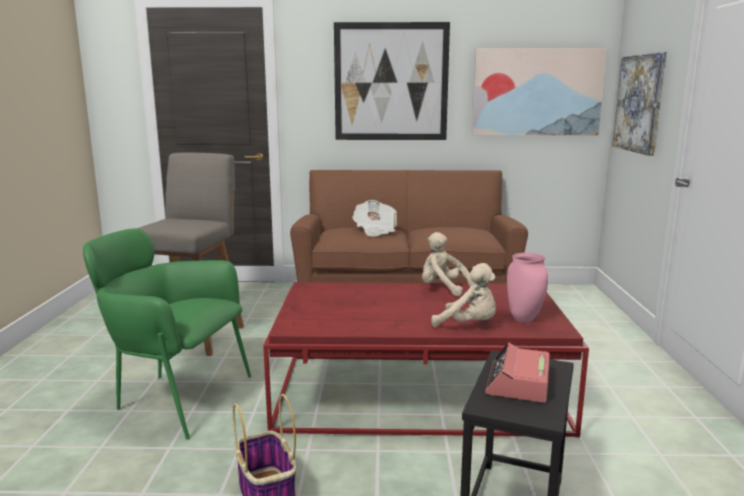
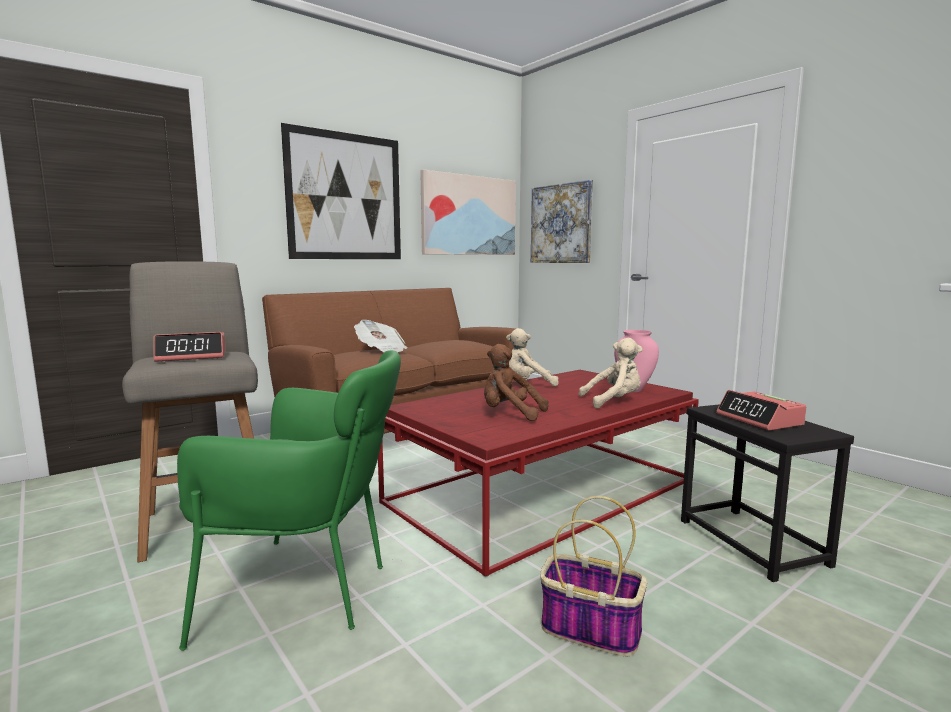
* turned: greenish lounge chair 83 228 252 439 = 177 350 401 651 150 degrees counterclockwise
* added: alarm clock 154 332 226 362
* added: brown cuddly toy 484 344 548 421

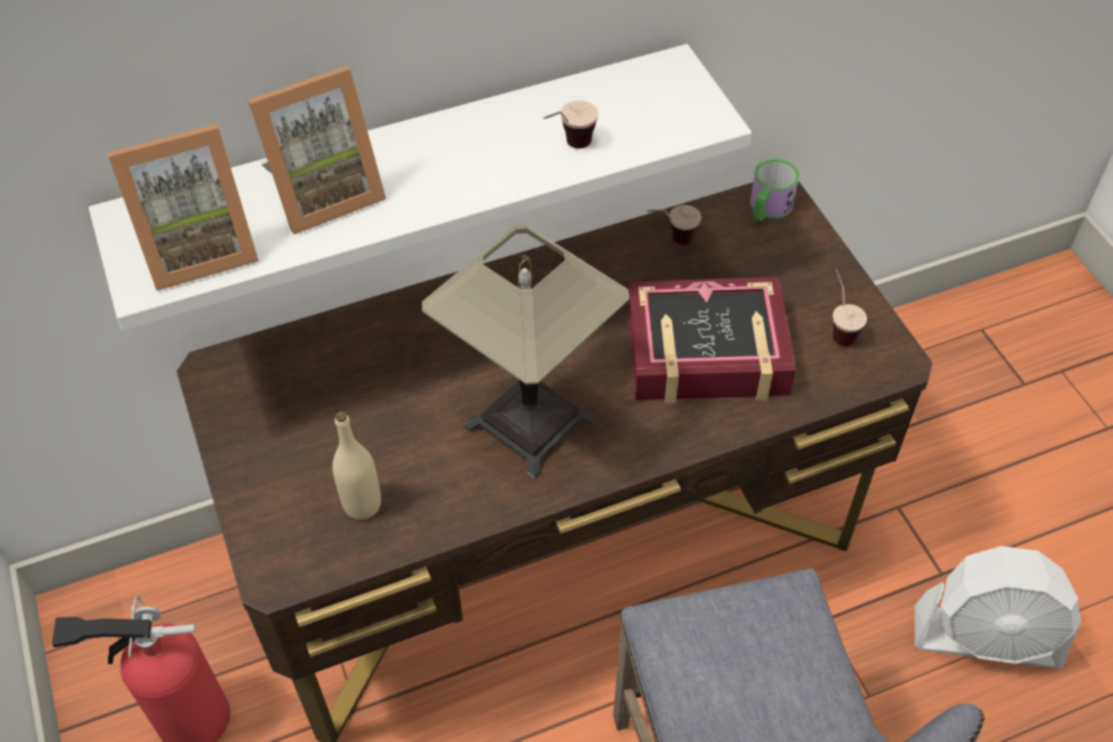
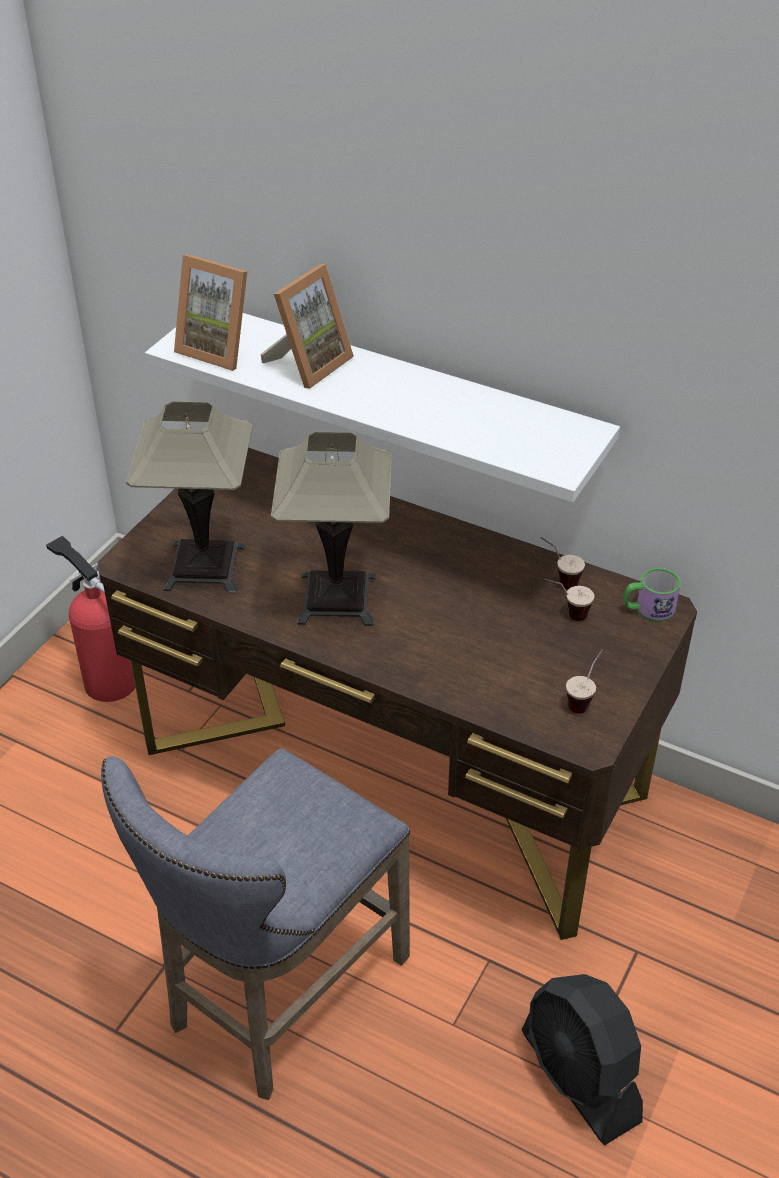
* turned: photo frame 248 66 386 234 = 261 264 354 388 75 degrees counterclockwise
* replaced: beige bottle 332 411 381 520 to table lamp 126 401 253 593
* moved: small cup 543 100 598 149 to 544 579 594 621
* removed: book 627 277 796 403
* recoloured: whitish fan 914 546 1081 669 to black fan 522 974 643 1145

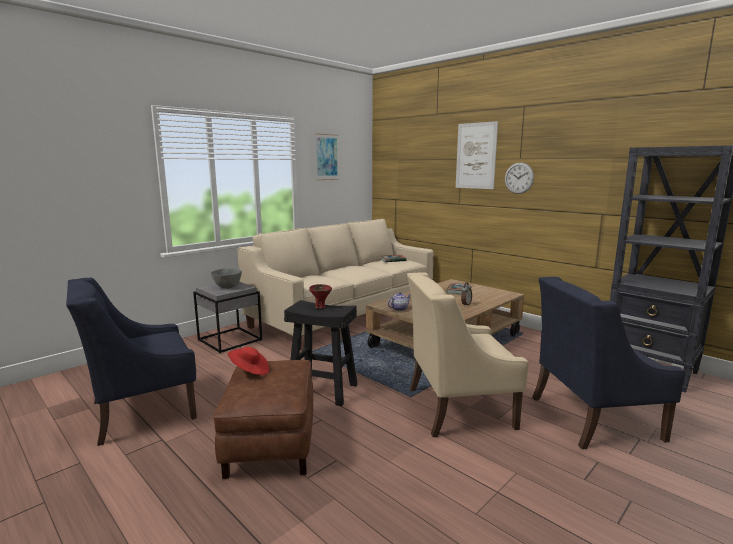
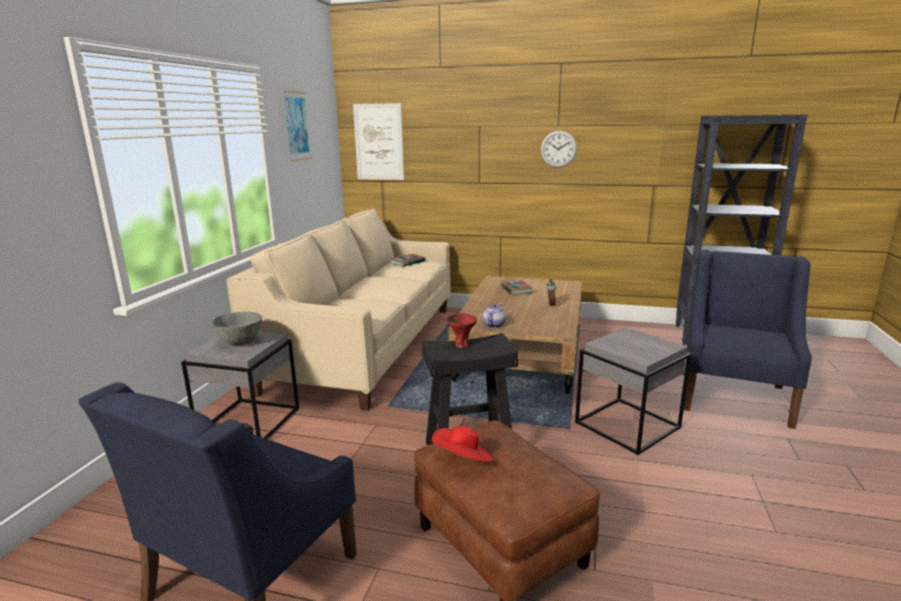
* replaced: beige lounge chair 407 272 529 437 to greyish side table 575 327 691 455
* moved: wall picture 456 121 498 189 to 353 103 404 180
* turned: blue-coloured lounge chair 532 277 685 449 = 684 250 812 429 150 degrees clockwise

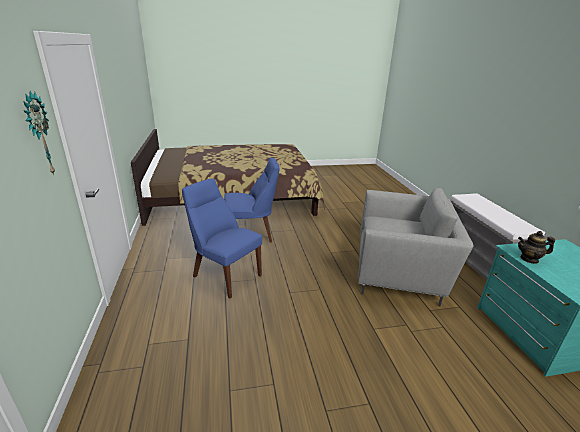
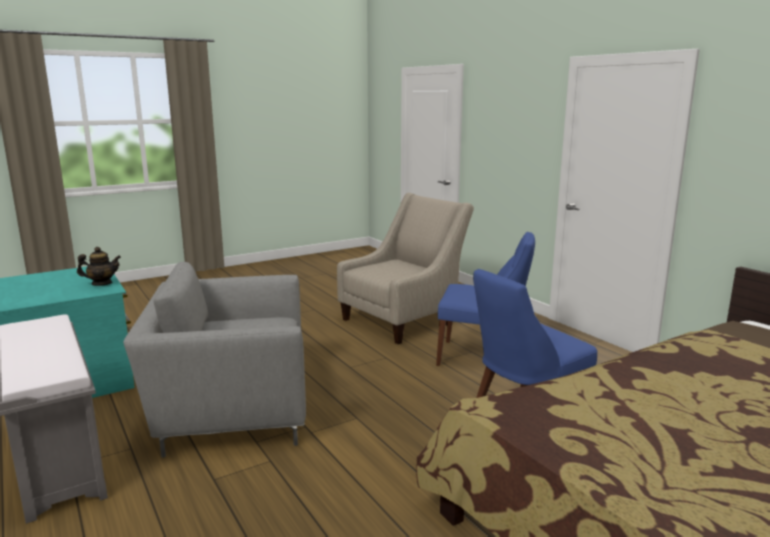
* removed: clock on the wall 23 91 55 175
* added: beige lounge chair 337 193 474 344

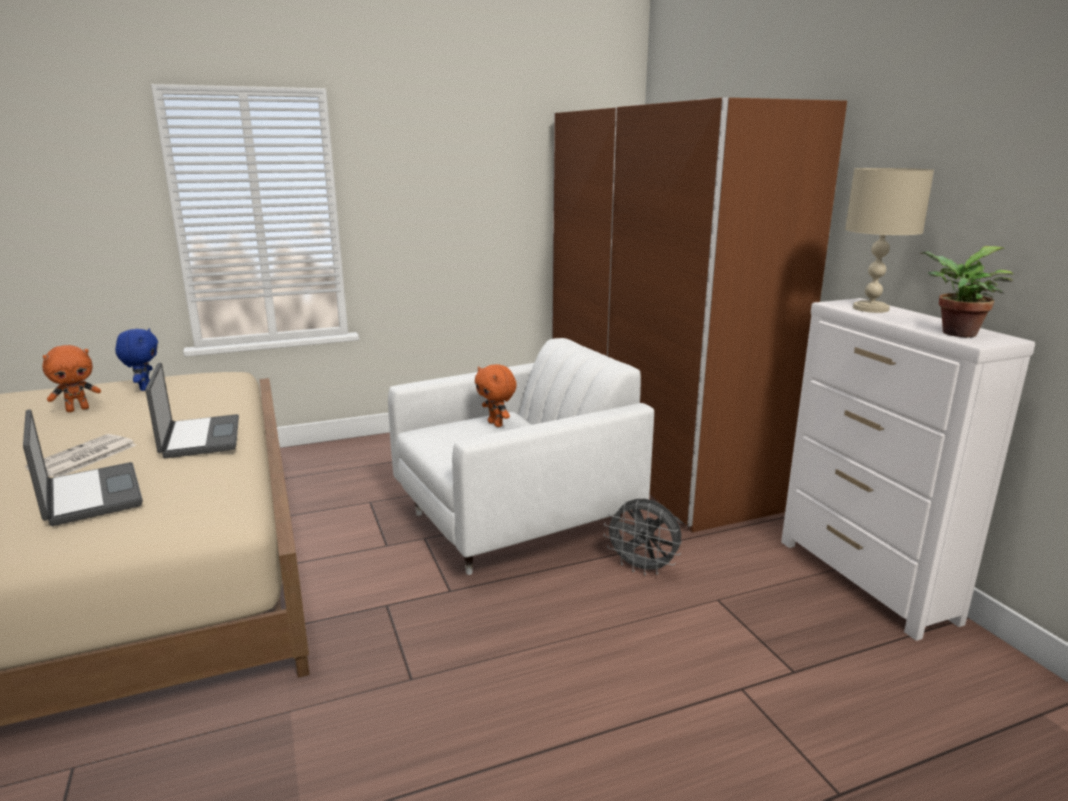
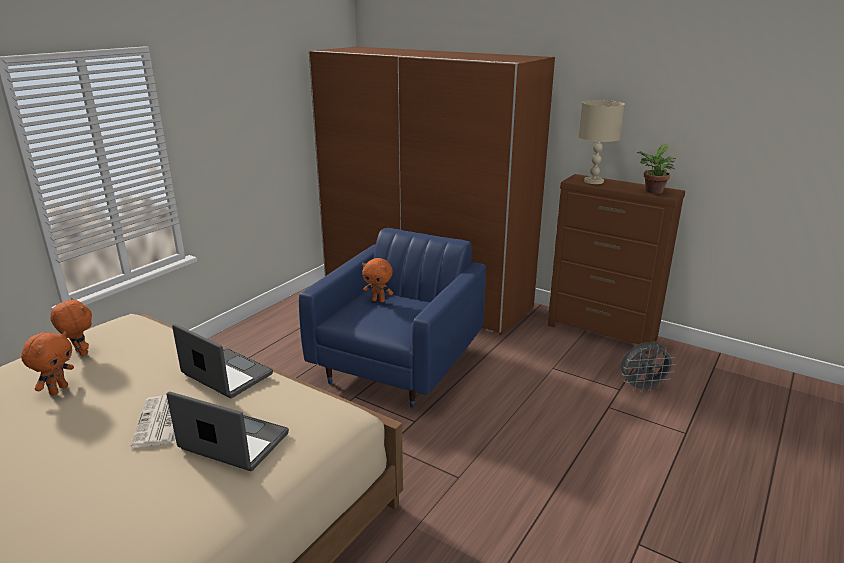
* recoloured: blue-coloured cuddly toy 115 329 158 391 to orangey cuddly toy 50 298 92 356
* recoloured: whitish lounge chair 388 338 654 575 to blue-coloured lounge chair 299 228 486 408
* moved: greyish fan 603 499 682 575 to 621 342 676 393
* recoloured: whitish chest of drawers 781 298 1035 641 to brown chest of drawers 548 174 685 354

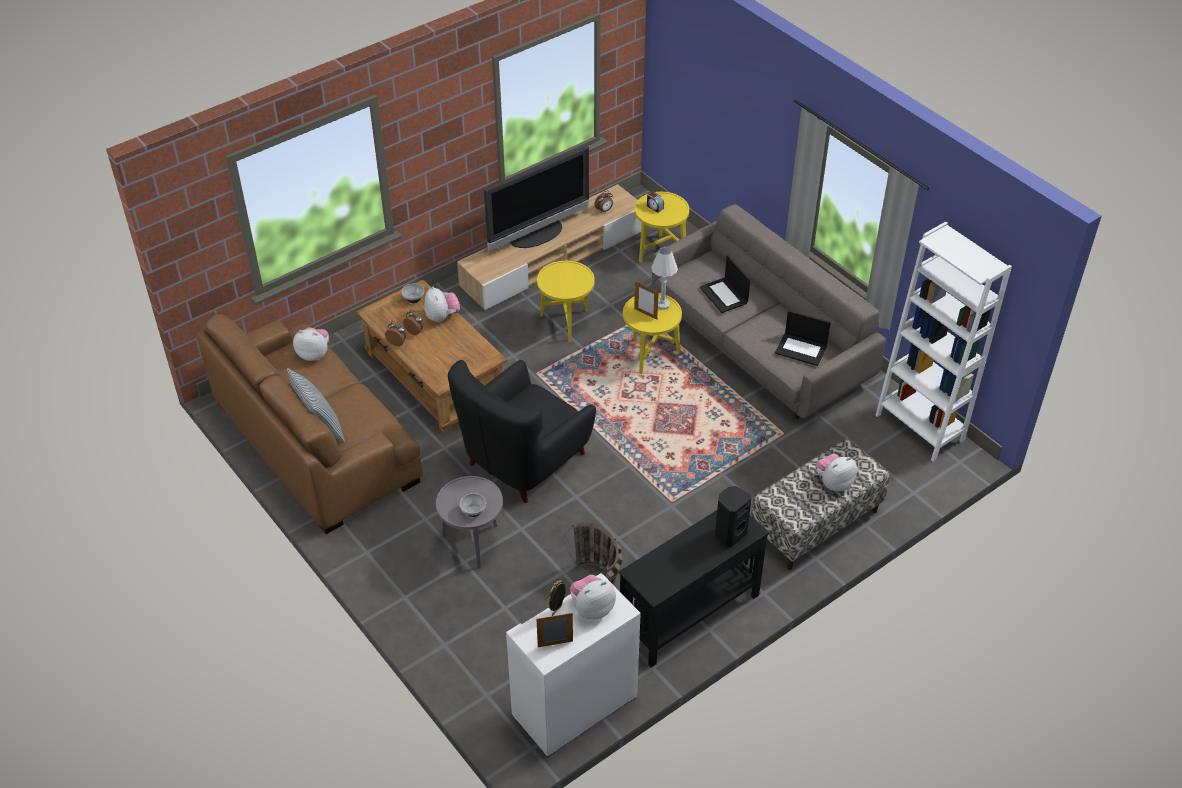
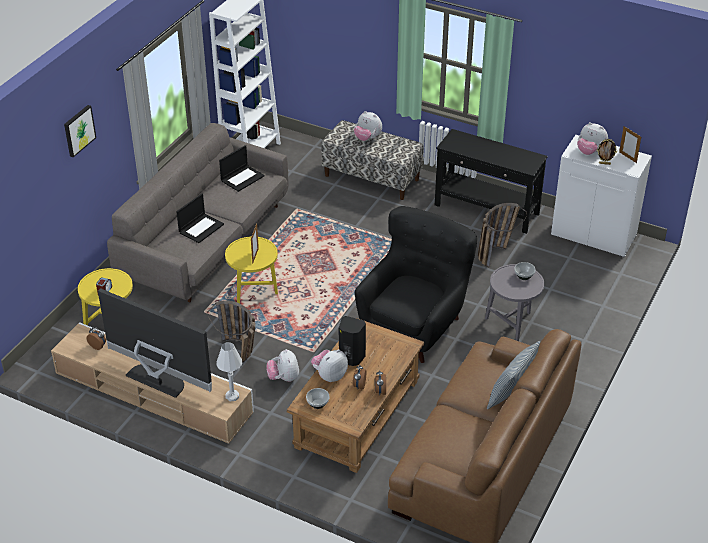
* moved: cuddly toy 293 327 329 361 to 266 349 299 382
* turned: black lounge chair 448 360 596 503 = 355 206 477 363 75 degrees counterclockwise
* replaced: yellow side table 537 261 595 342 to storage basket 207 300 256 363
* moved: whitish table lamp 651 247 678 310 to 216 342 242 401
* moved: black audio speaker 715 486 751 547 to 339 316 366 366
* turned: notebook computer 775 310 831 366 = 219 145 264 192 45 degrees clockwise
* added: wall picture 64 105 96 157

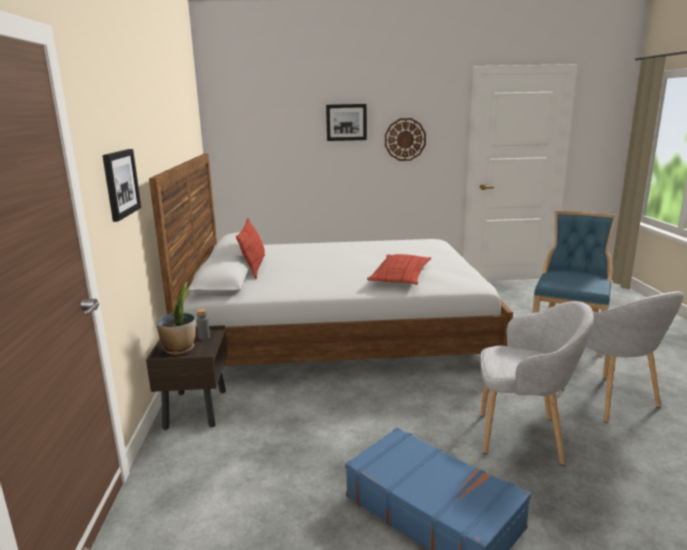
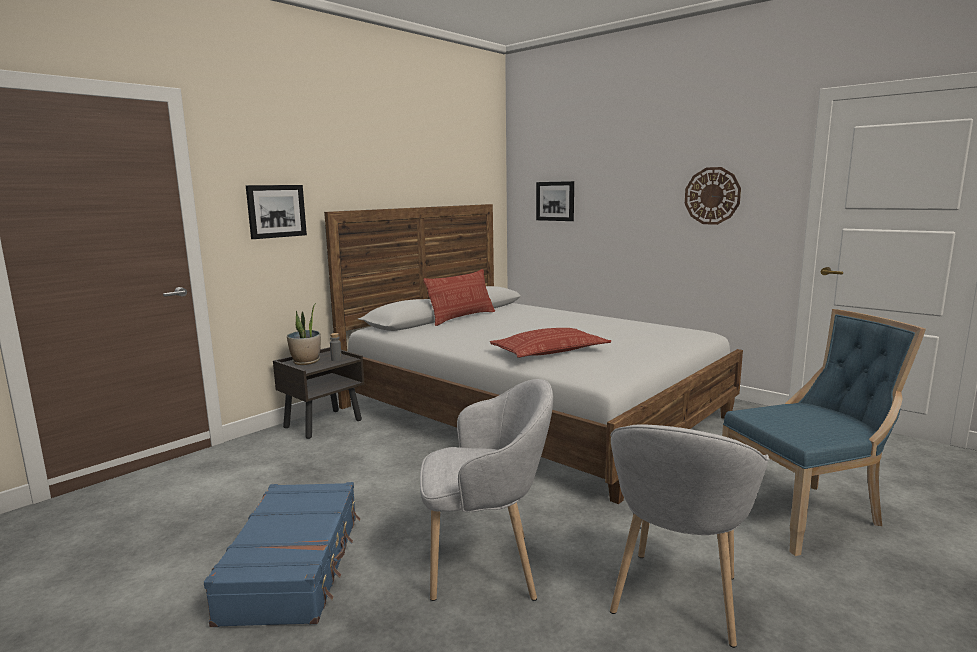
* moved: wall picture 326 104 367 141 to 536 181 574 221
* turned: greyish lounge chair 480 301 594 466 = 420 379 553 601 60 degrees counterclockwise

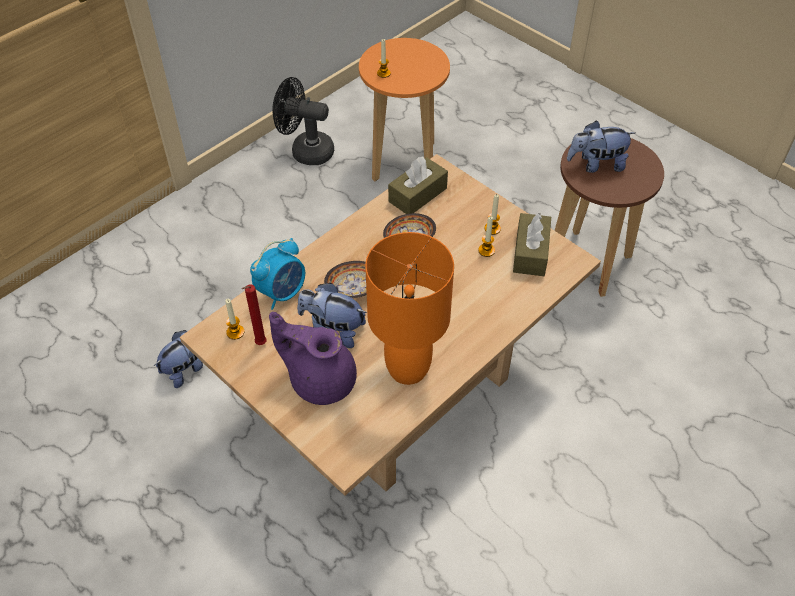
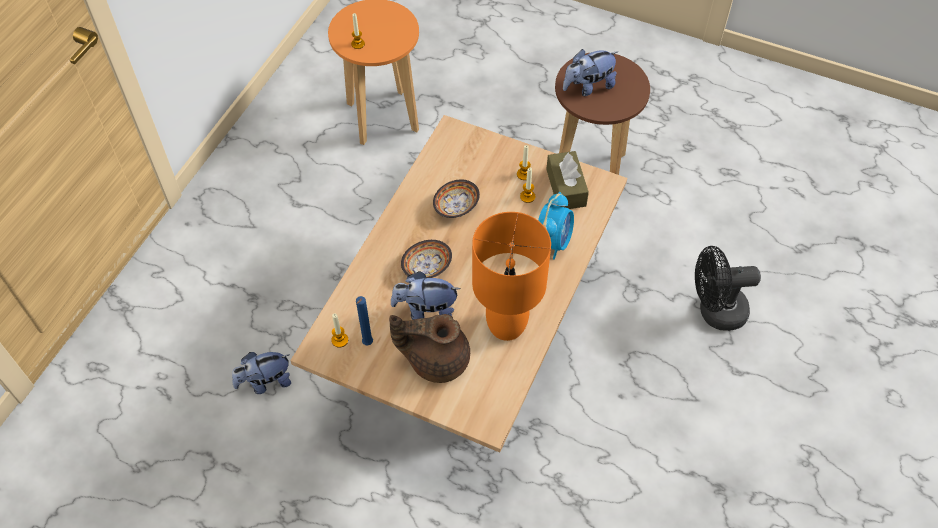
* turned: cuddly toy 154 330 203 388 = 232 352 291 394 135 degrees counterclockwise
* recoloured: red-coloured wax light 242 284 267 345 to blue-coloured wax light 356 296 373 345
* moved: alarm clock 250 238 305 310 to 538 192 574 260
* recoloured: purple-coloured teapot 269 312 357 405 to brown teapot 389 314 470 383
* moved: black fan 272 77 334 165 to 695 246 761 331
* removed: brown tissue box 388 156 448 214

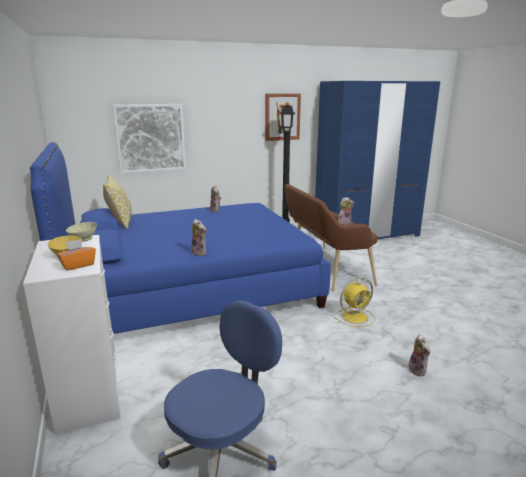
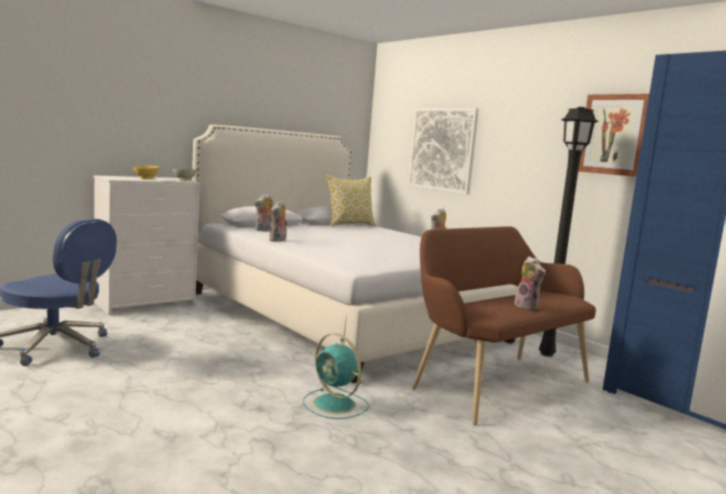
* recoloured: blue-coloured sleeping bed 30 142 331 334 to whitish sleeping bed 192 125 518 383
* removed: orangey tissue box 57 239 96 271
* recoloured: yellow fan 335 277 375 327 to turquoise fan 303 333 369 419
* moved: cuddly toy 408 334 431 376 to 254 194 273 231

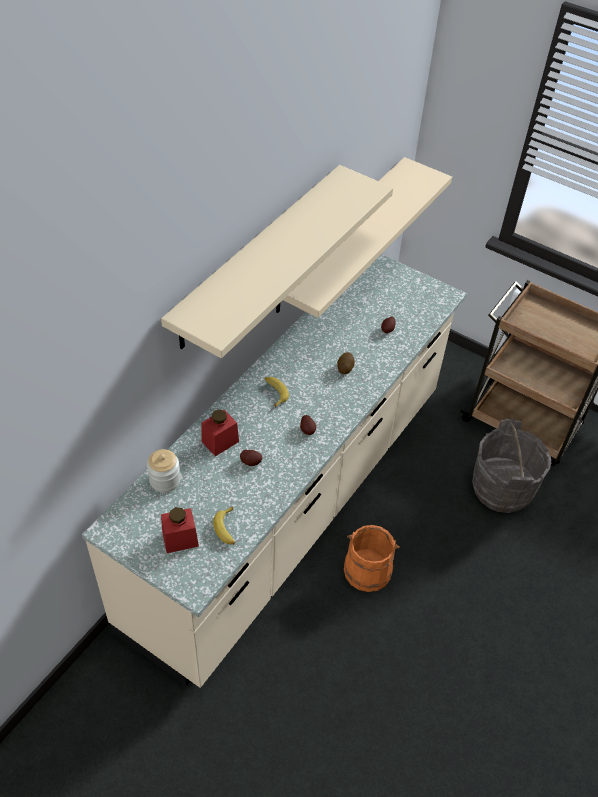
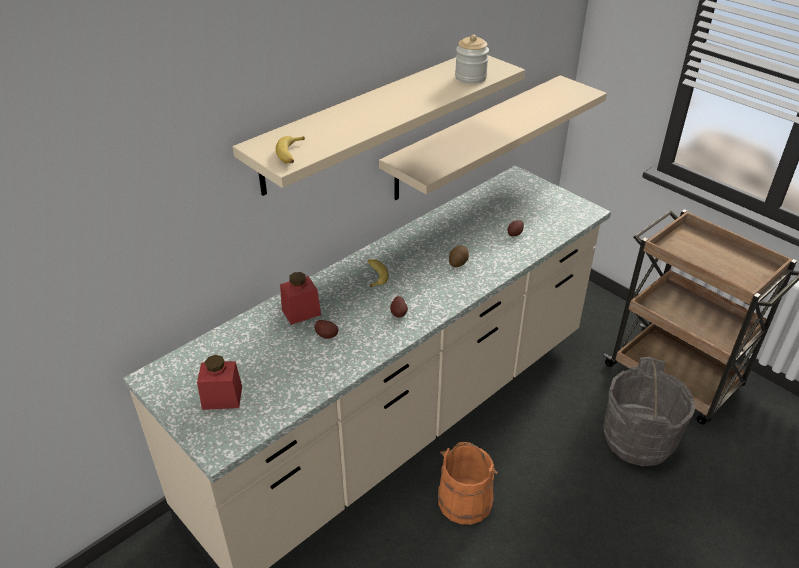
* moved: jar 147 449 181 493 to 455 34 489 84
* moved: whole banana 213 506 235 545 to 276 136 305 163

